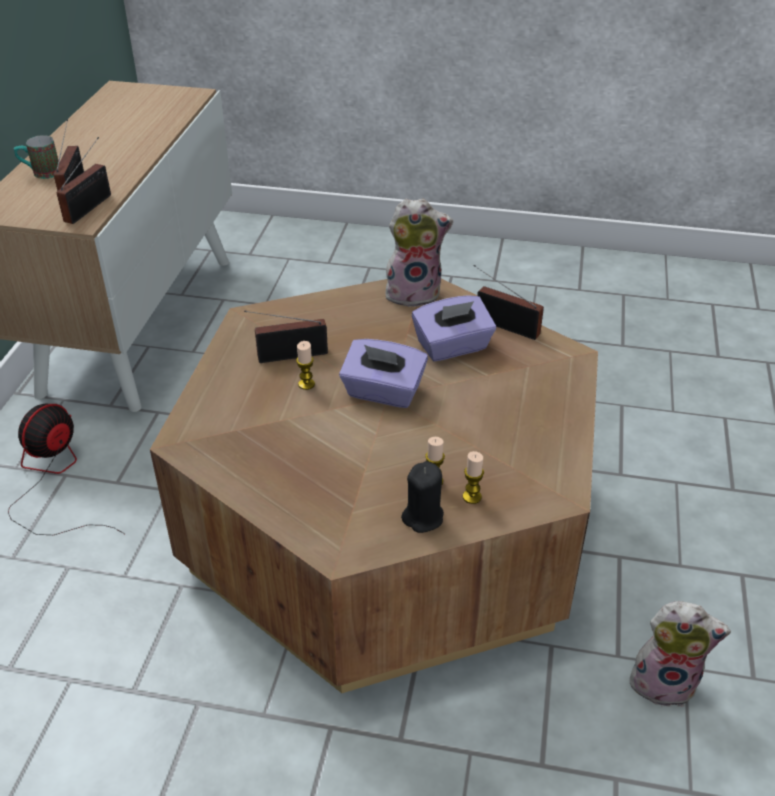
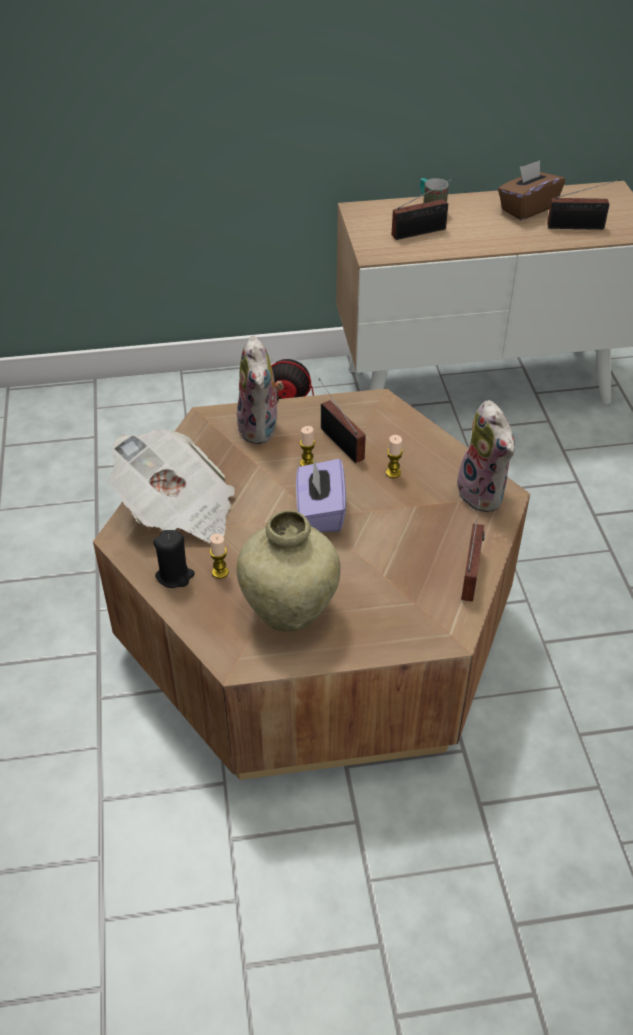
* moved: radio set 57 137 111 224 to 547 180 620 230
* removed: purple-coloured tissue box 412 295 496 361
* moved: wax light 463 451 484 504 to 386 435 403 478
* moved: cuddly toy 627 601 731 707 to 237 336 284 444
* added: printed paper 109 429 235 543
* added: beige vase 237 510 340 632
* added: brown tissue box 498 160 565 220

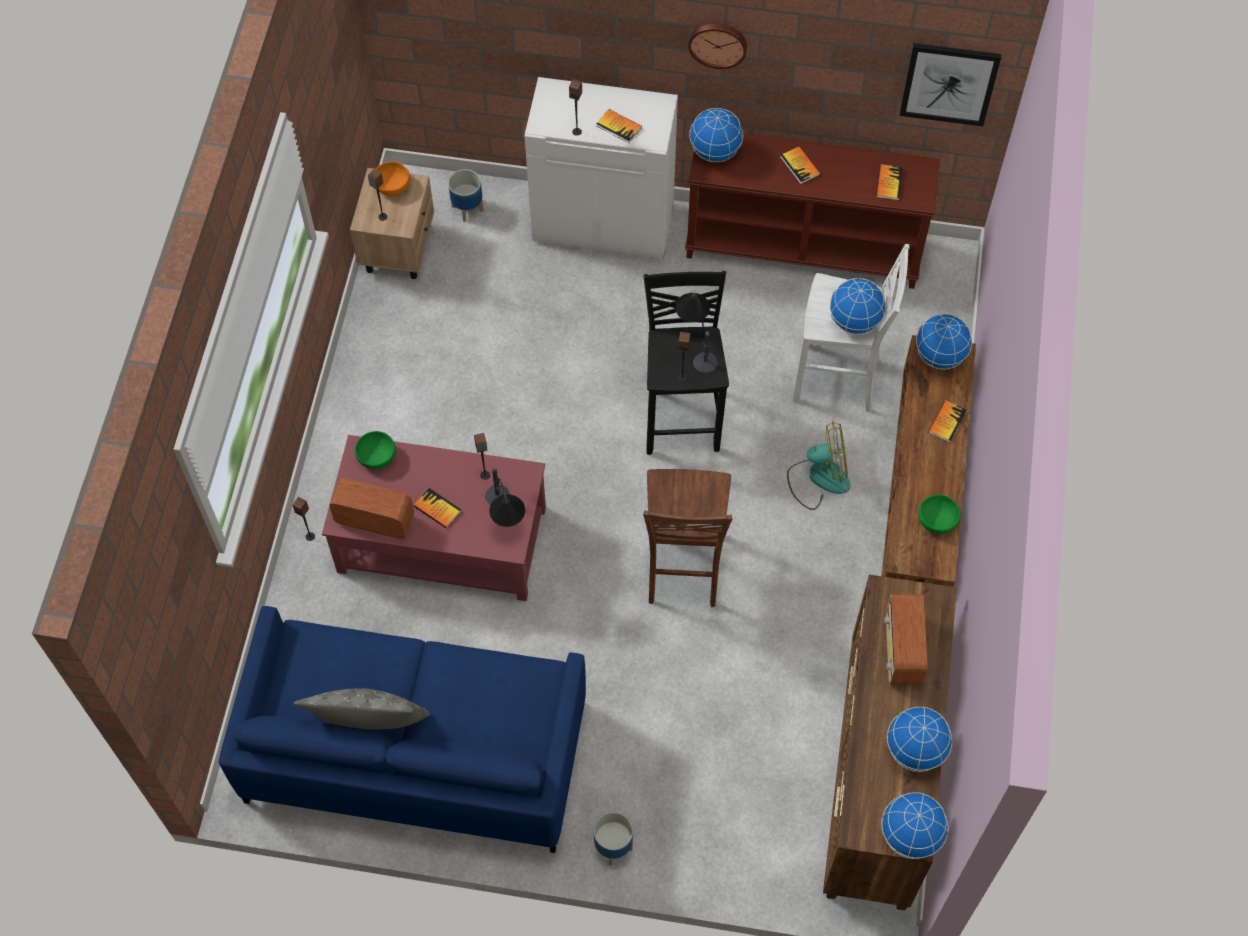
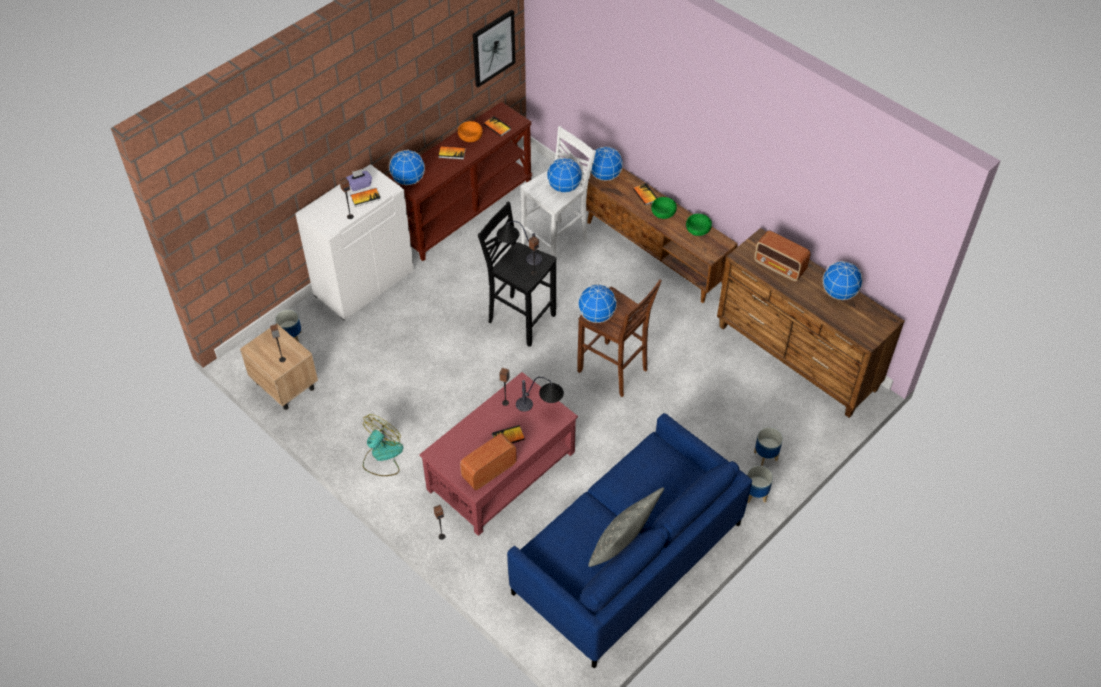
* moved: greenish serving bowl 355 431 396 470 to 651 197 677 219
* moved: orangey serving bowl 376 162 410 196 to 458 121 482 142
* removed: clock on the wall 688 24 747 69
* moved: fan 787 421 850 510 to 363 414 403 476
* moved: world globe 881 792 948 859 to 578 284 617 323
* added: purple-coloured tissue box 346 169 372 191
* added: plant pot 754 427 783 466

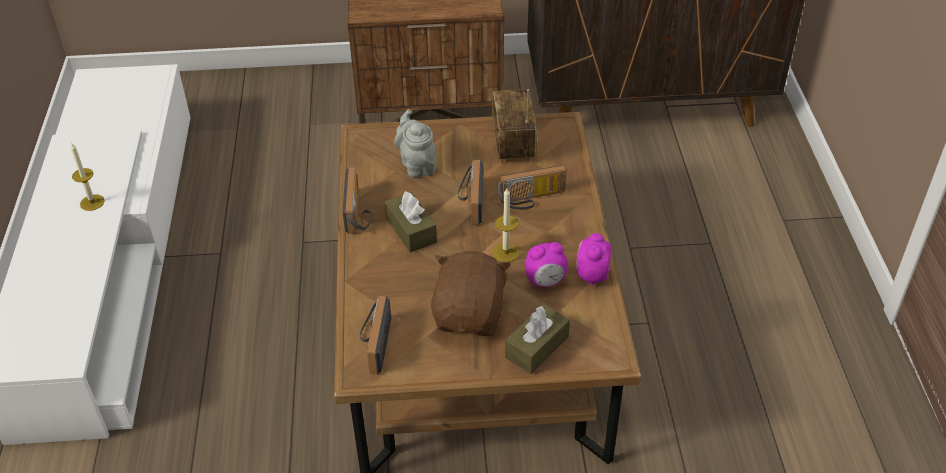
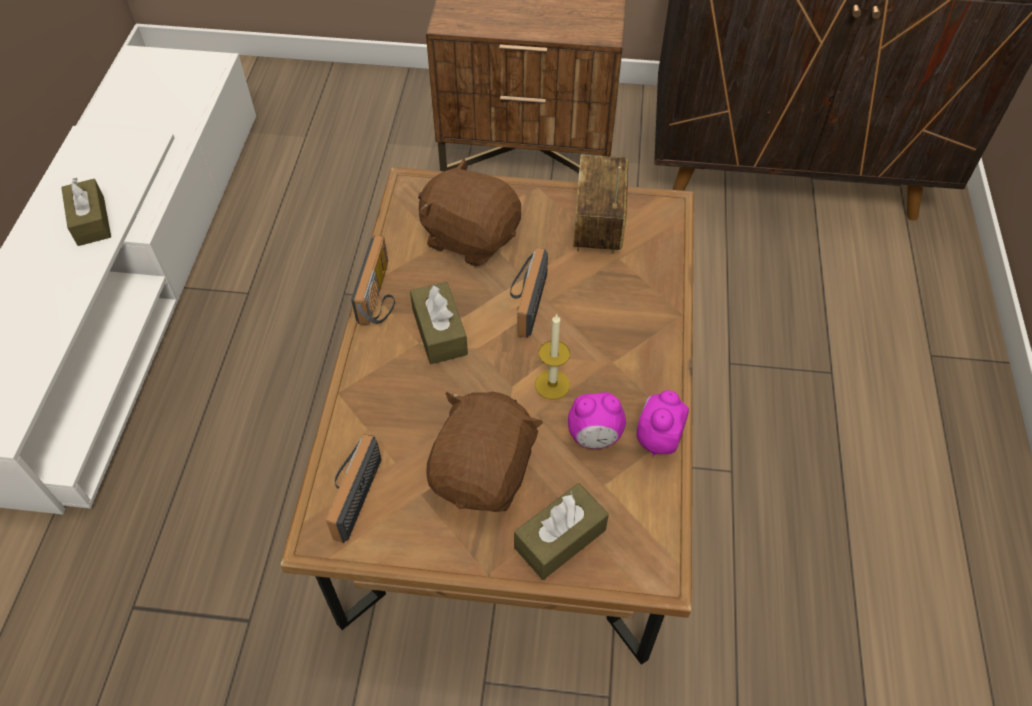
* replaced: wax light 70 142 105 211 to brown tissue box 61 178 111 246
* replaced: greyish teapot 394 109 436 177 to brown cuddly toy 418 159 521 267
* removed: radio set 498 165 567 209

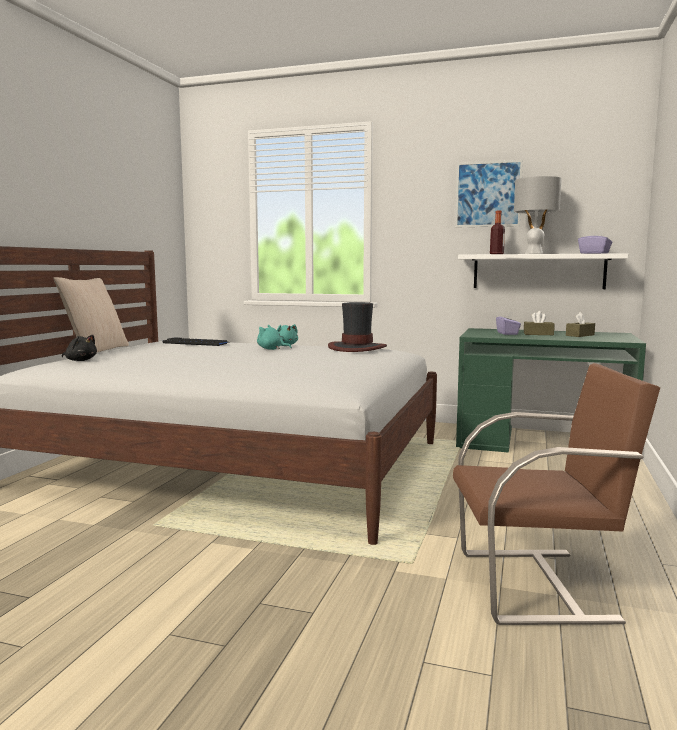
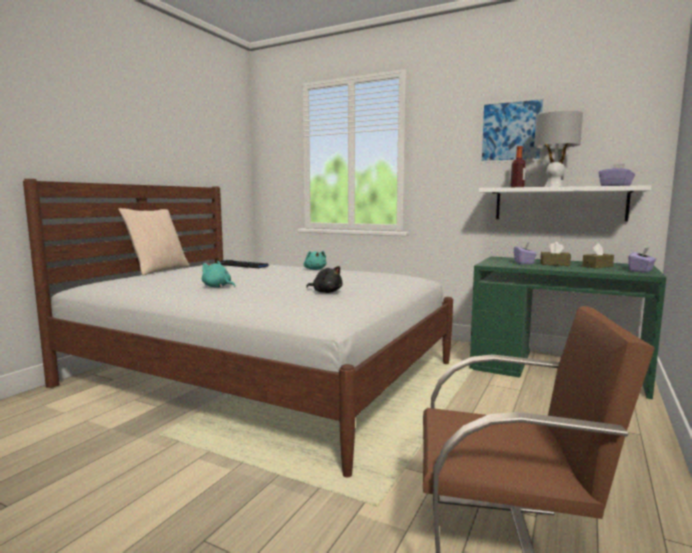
* moved: black cuddly toy 62 335 97 361 to 306 266 343 293
* moved: turquoise cuddly toy 257 325 292 350 to 202 261 235 288
* removed: clothing hat 328 302 387 352
* added: purple-coloured tissue box 628 248 656 273

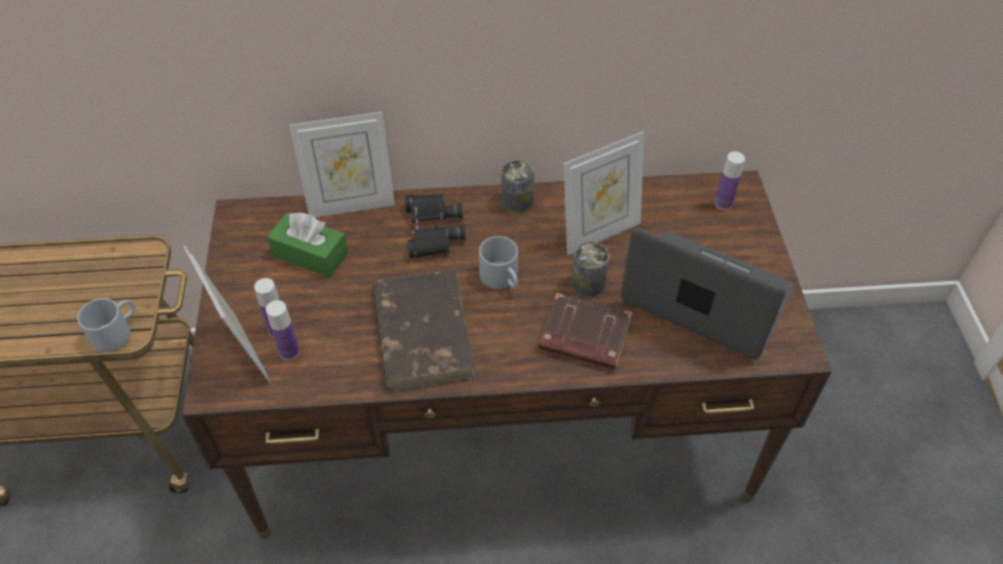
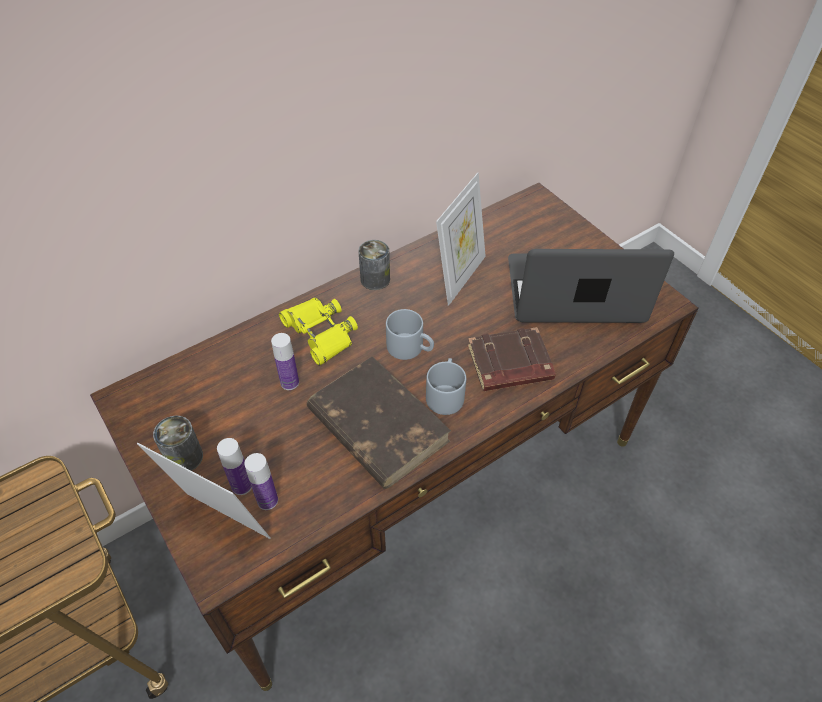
* moved: greyish coffee mug 77 298 135 352 to 426 358 466 415
* removed: greenish tissue box 267 212 348 277
* removed: photo frame 289 112 395 218
* recoloured: black field glasses 405 194 466 258 to yellow field glasses 279 298 358 366
* moved: sealed can 571 242 609 298 to 153 416 203 471
* moved: bottle 715 152 745 210 to 271 333 299 390

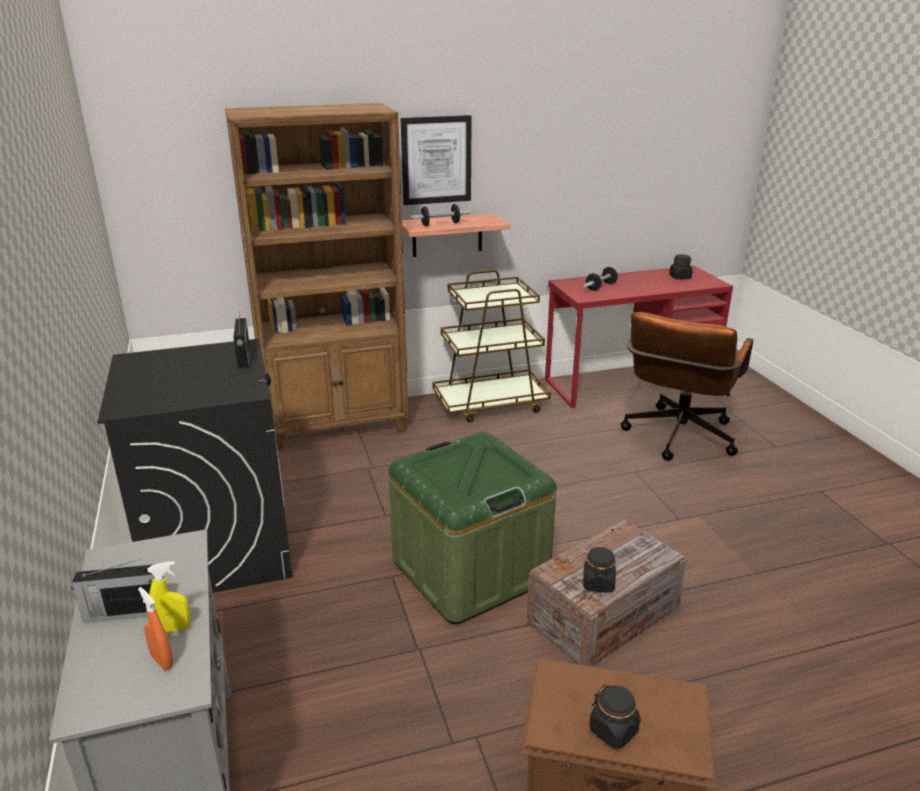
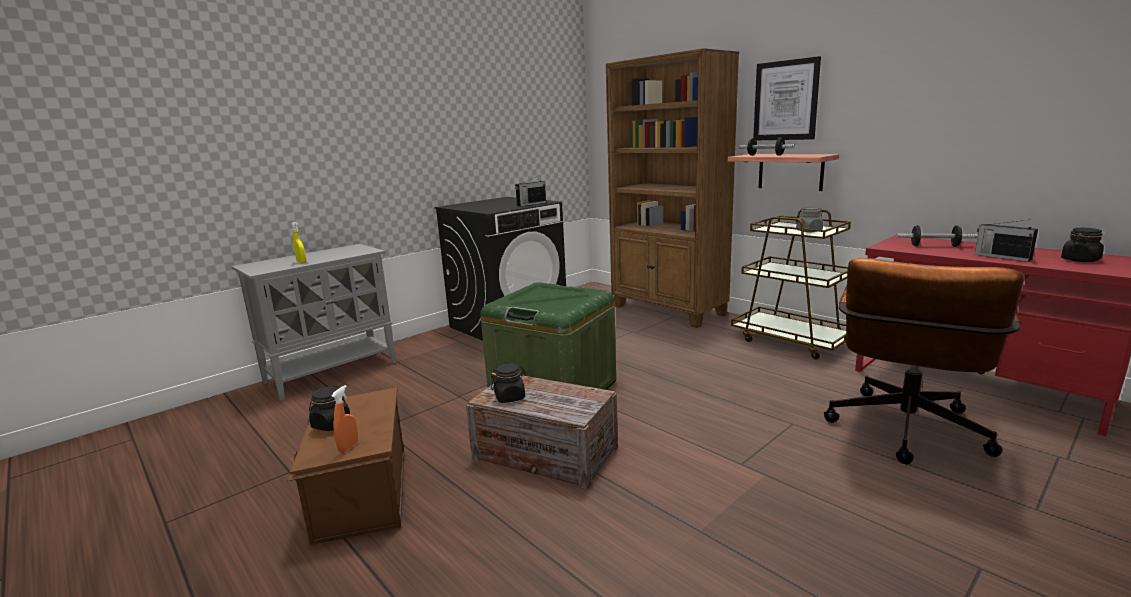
* moved: radio set 71 559 155 623 to 975 220 1038 262
* moved: orangey spray bottle 138 587 173 670 to 331 385 358 453
* turned: brown desk chair 621 312 753 461 = 824 258 1024 464 60 degrees counterclockwise
* added: greyish jar 796 207 823 232

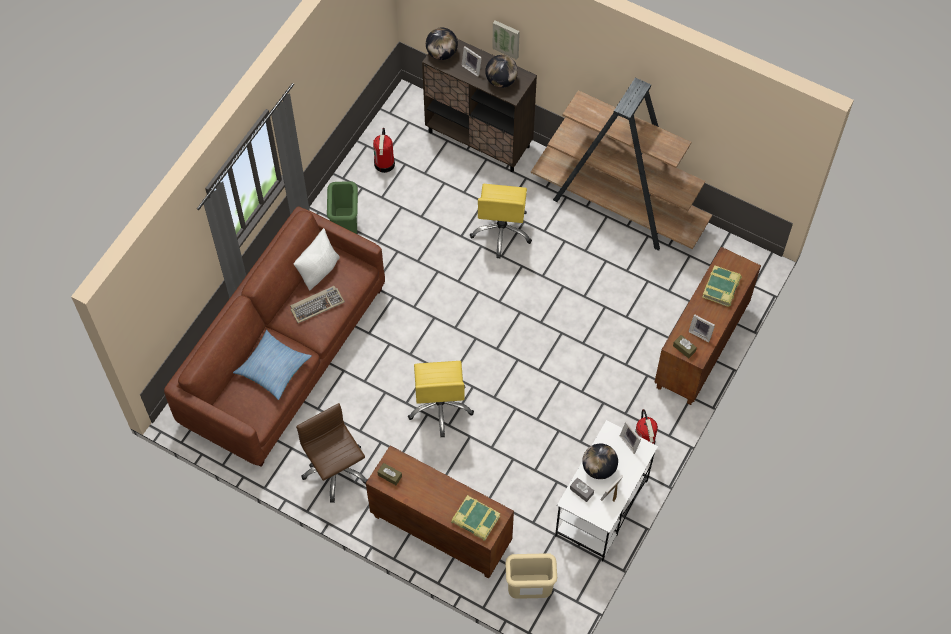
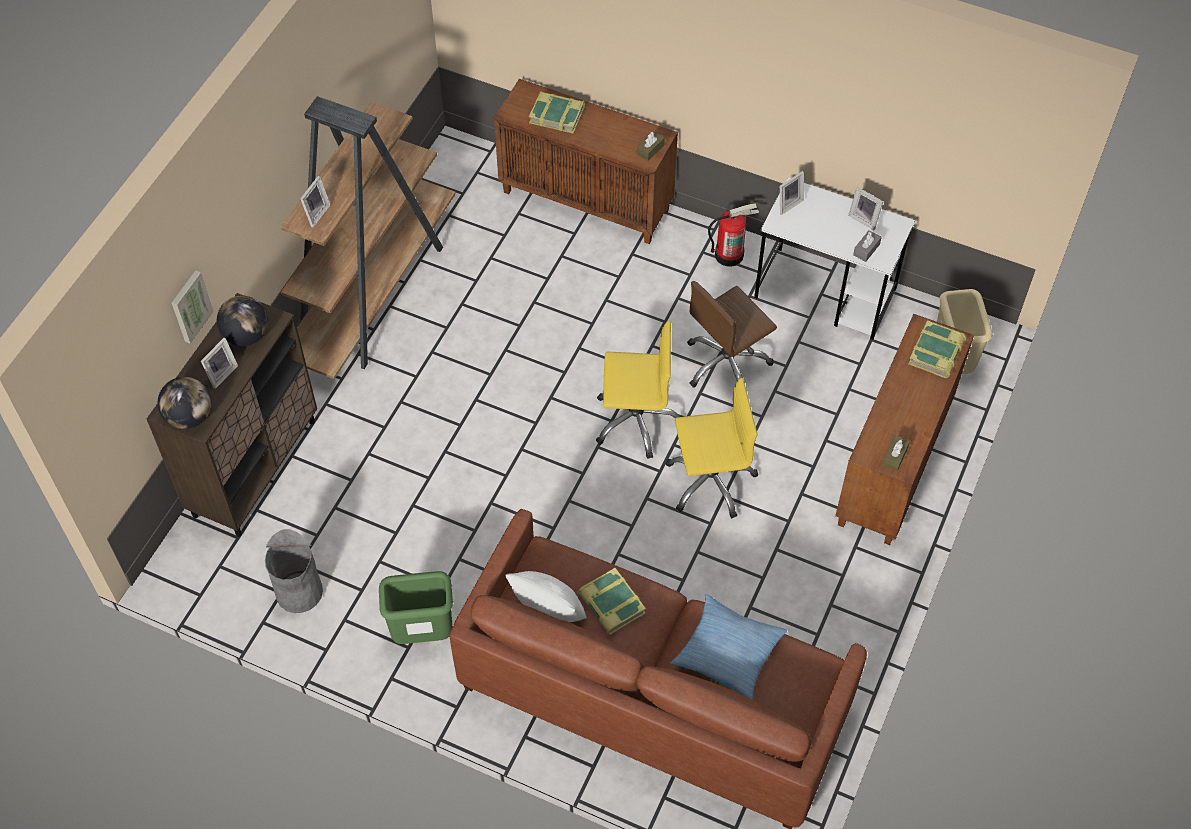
* replaced: PC keyboard 290 286 345 323 to book 578 568 646 635
* moved: brown desk chair 296 403 368 503 to 687 281 777 388
* replaced: extinguisher 373 128 395 173 to greyish rubbish bin 265 529 323 613
* moved: yellow desk chair 470 184 532 258 to 596 321 682 459
* removed: world globe 582 444 618 479
* moved: photo frame 688 314 715 342 to 300 176 330 227

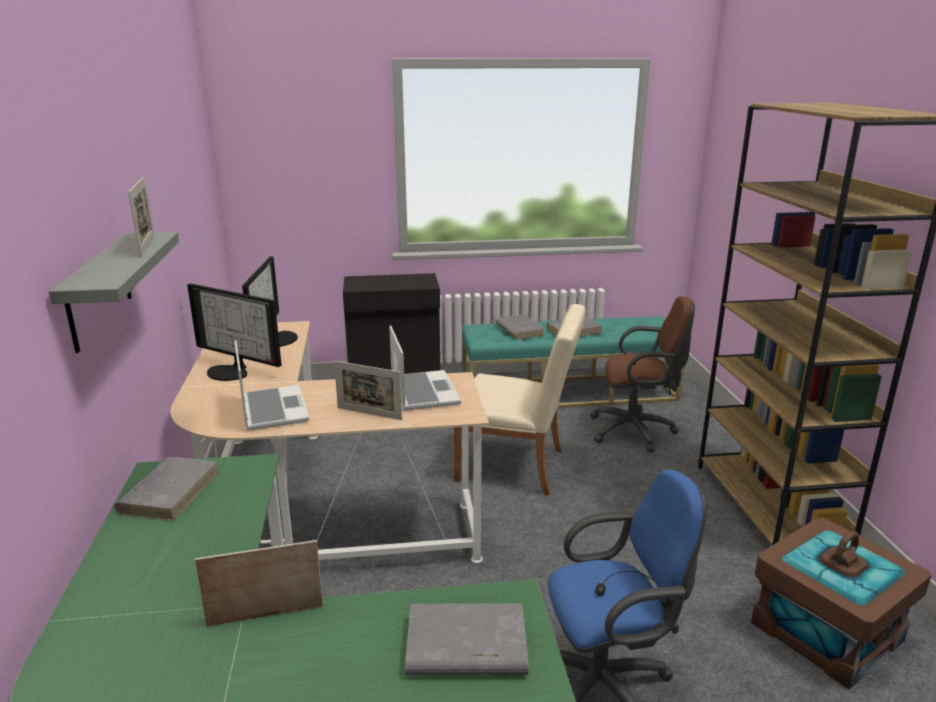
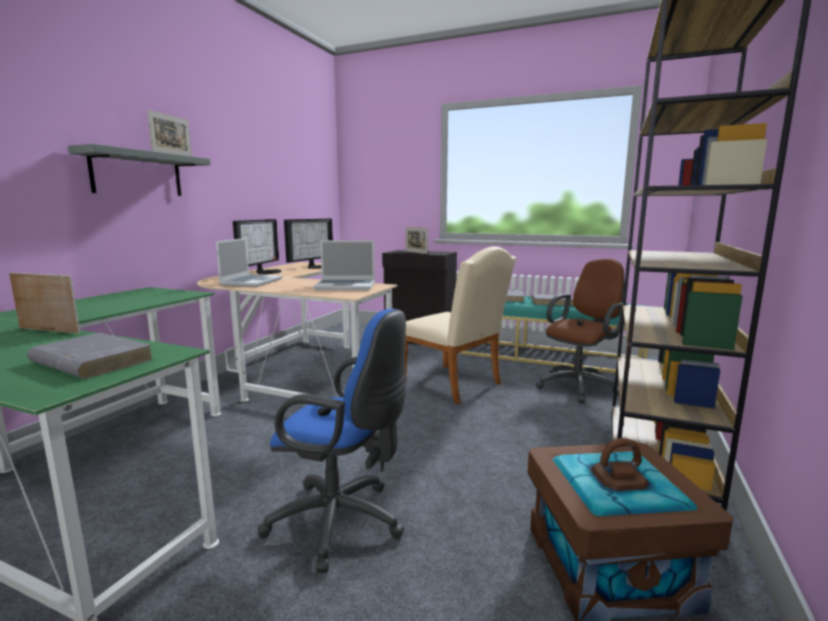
* removed: greyish book 114 457 219 521
* turned: monitor 187 283 282 381 = 233 219 282 274 135 degrees counterclockwise
* moved: photo frame 334 361 402 420 to 406 227 428 254
* turned: notebook computer 389 326 461 411 = 313 240 375 290 75 degrees clockwise
* turned: brown desk chair 590 296 695 452 = 536 259 628 403 75 degrees counterclockwise

